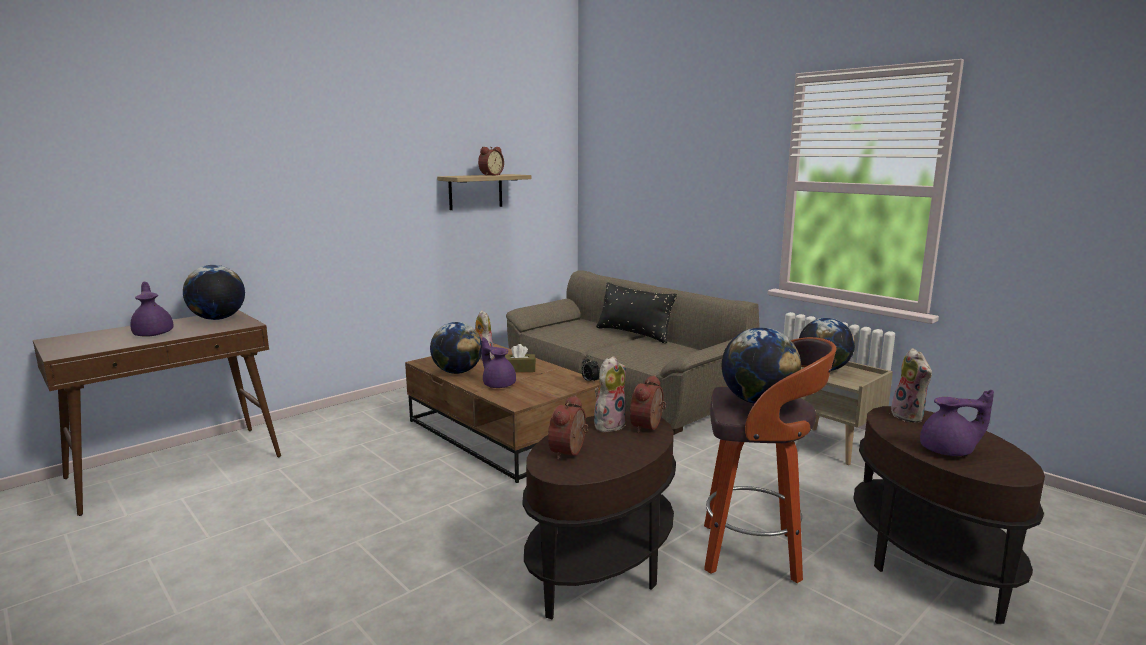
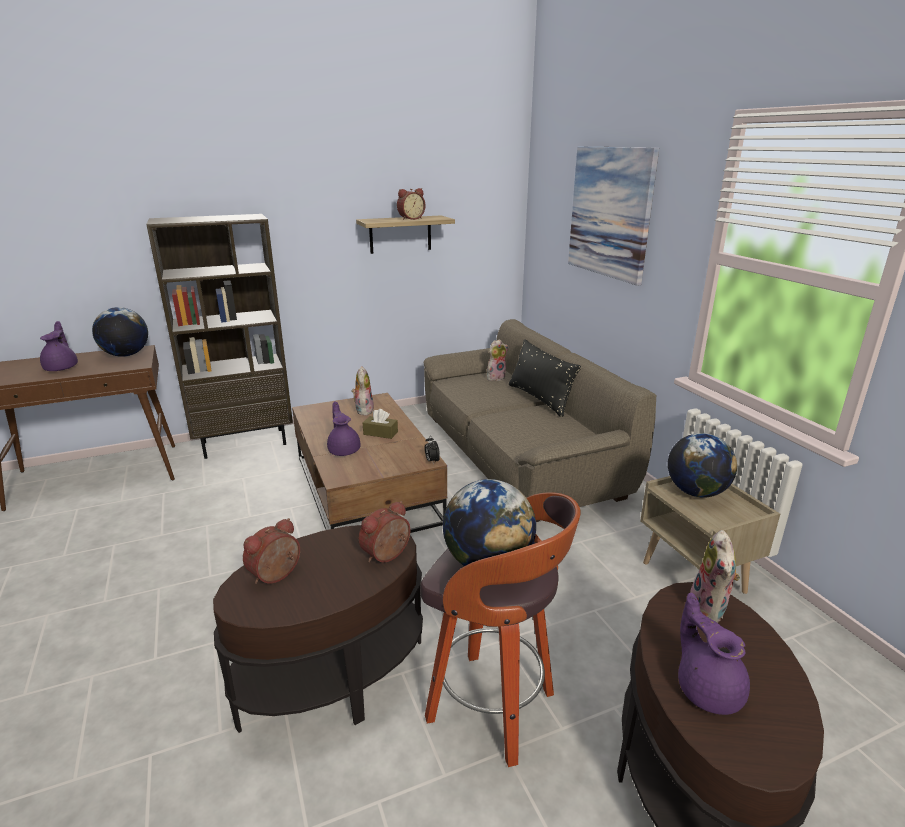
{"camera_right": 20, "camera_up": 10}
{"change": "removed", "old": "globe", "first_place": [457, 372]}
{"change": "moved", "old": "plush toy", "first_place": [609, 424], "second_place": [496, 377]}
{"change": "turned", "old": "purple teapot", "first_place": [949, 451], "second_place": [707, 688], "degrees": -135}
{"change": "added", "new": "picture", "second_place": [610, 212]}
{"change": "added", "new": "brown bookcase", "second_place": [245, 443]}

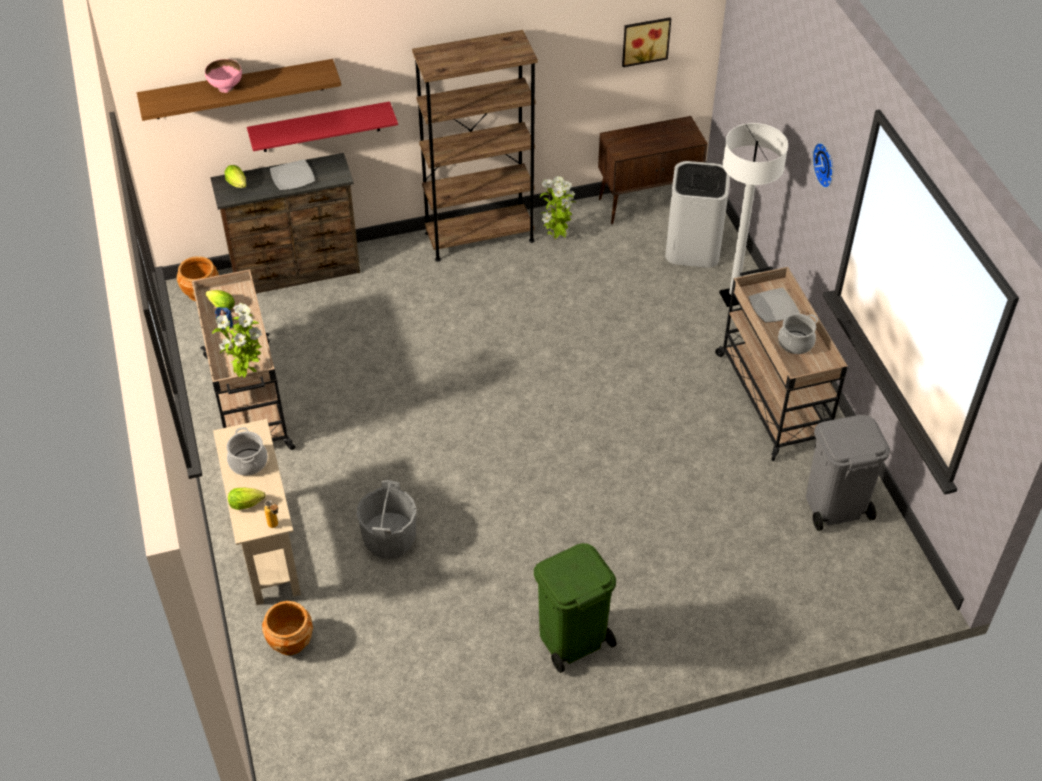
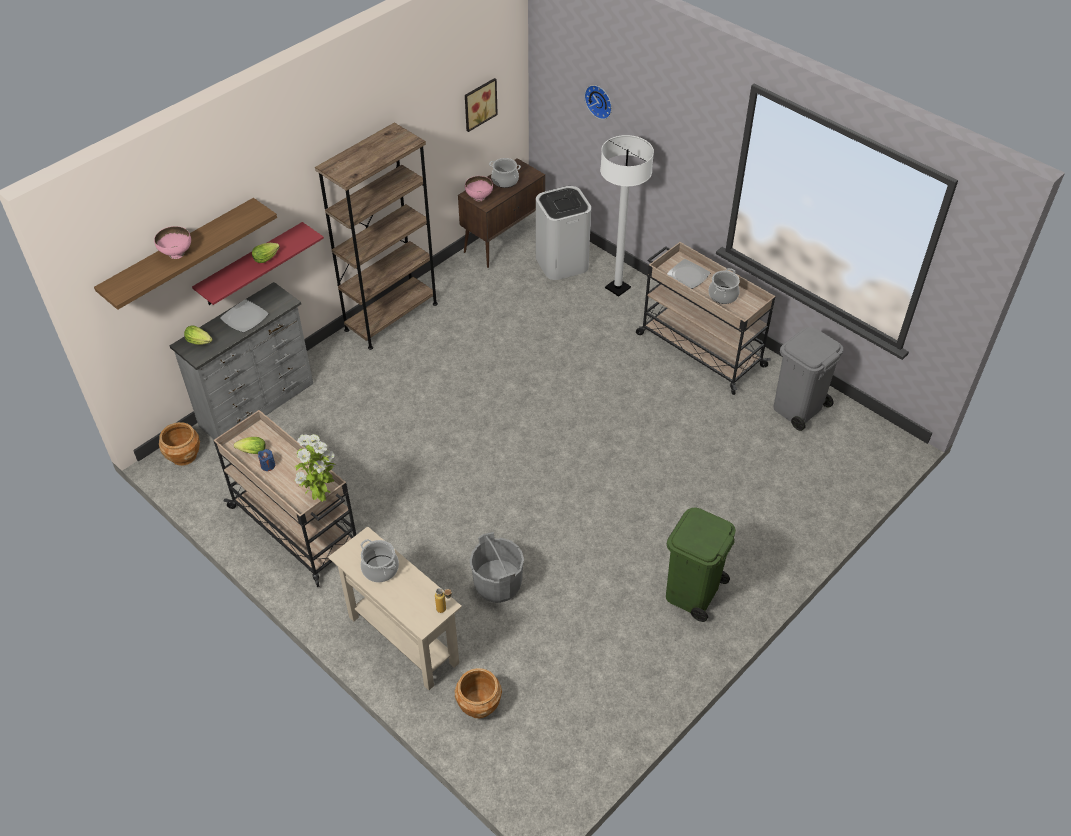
{"camera_right": -30, "camera_up": 0}
{"change": "moved", "old": "wall clock", "first_place": [826, 164], "second_place": [600, 101]}
{"change": "recoloured", "old": "brown dresser", "new": "grey dresser", "first_place": [297, 272], "second_place": [258, 405]}
{"change": "removed", "old": "potted plant", "first_place": [555, 239]}
{"change": "moved", "old": "lettuce", "first_place": [248, 504], "second_place": [267, 258]}
{"change": "added", "new": "cooking pot", "second_place": [505, 180]}
{"change": "added", "new": "pink bowl", "second_place": [479, 198]}

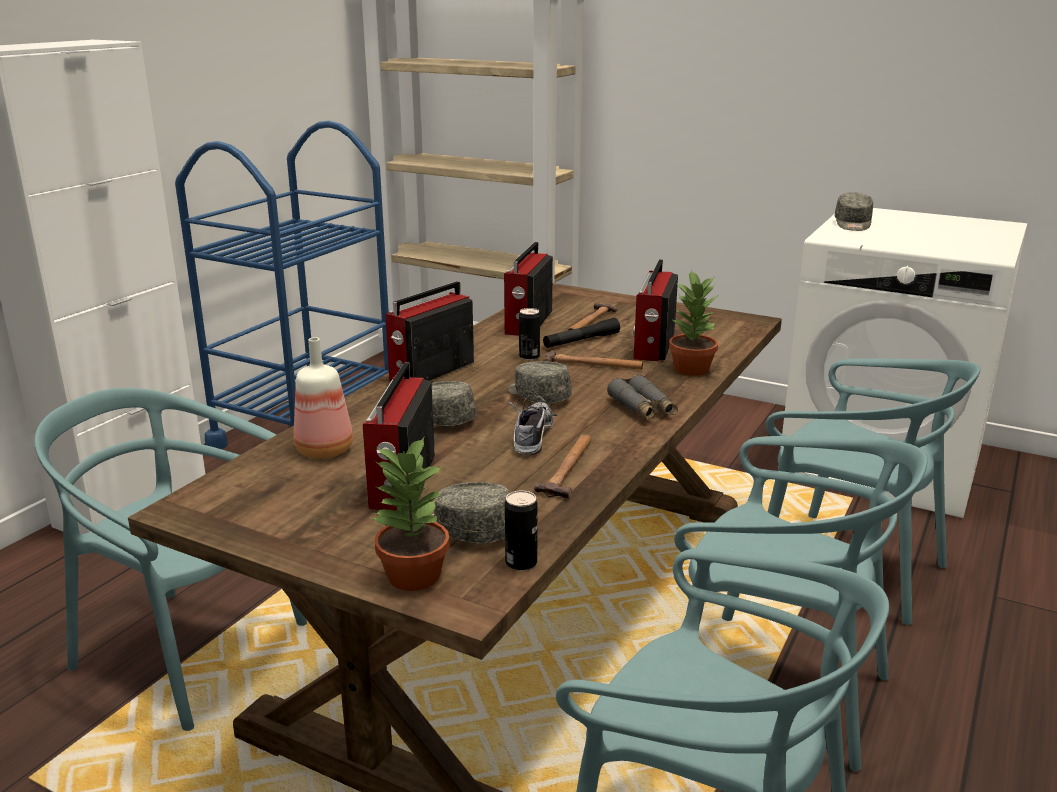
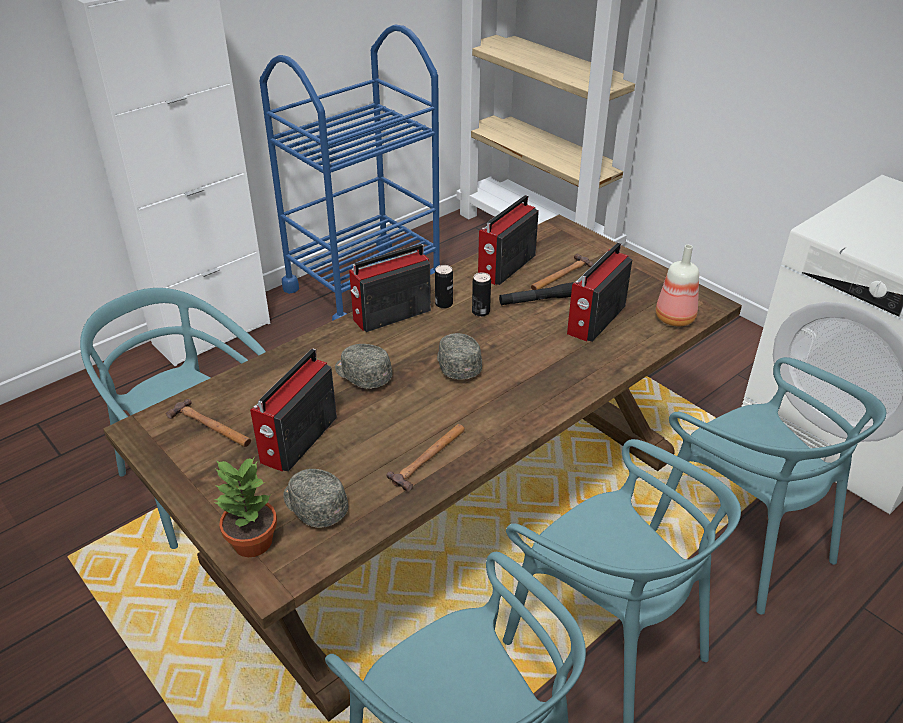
{"camera_right": 20, "camera_up": 15}
{"change": "removed", "old": "grey cap", "first_place": [852, 224]}
{"change": "removed", "old": "potted plant", "first_place": [692, 369]}
{"change": "moved", "old": "bottle", "first_place": [326, 450], "second_place": [676, 318]}
{"change": "moved", "old": "hammer", "first_place": [593, 365], "second_place": [211, 427]}
{"change": "removed", "old": "grey binoculars", "first_place": [643, 408]}
{"change": "removed", "old": "shoe", "first_place": [532, 436]}
{"change": "moved", "old": "can", "first_place": [521, 562], "second_place": [444, 304]}

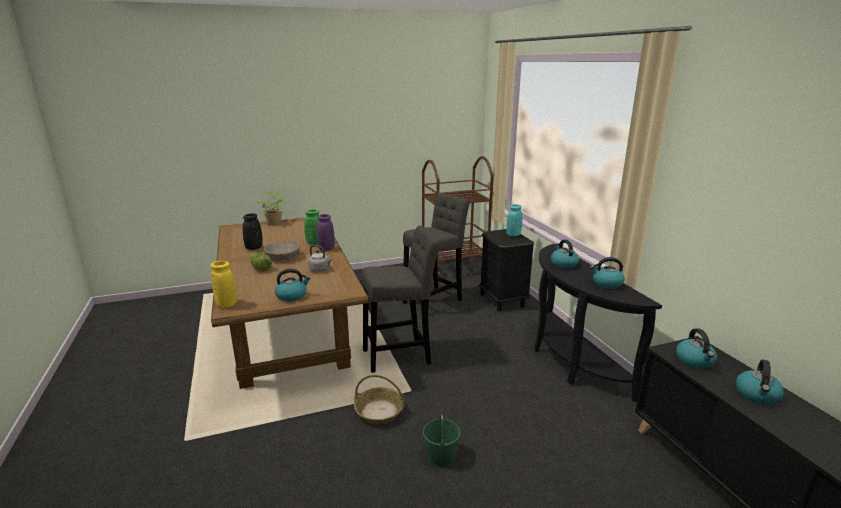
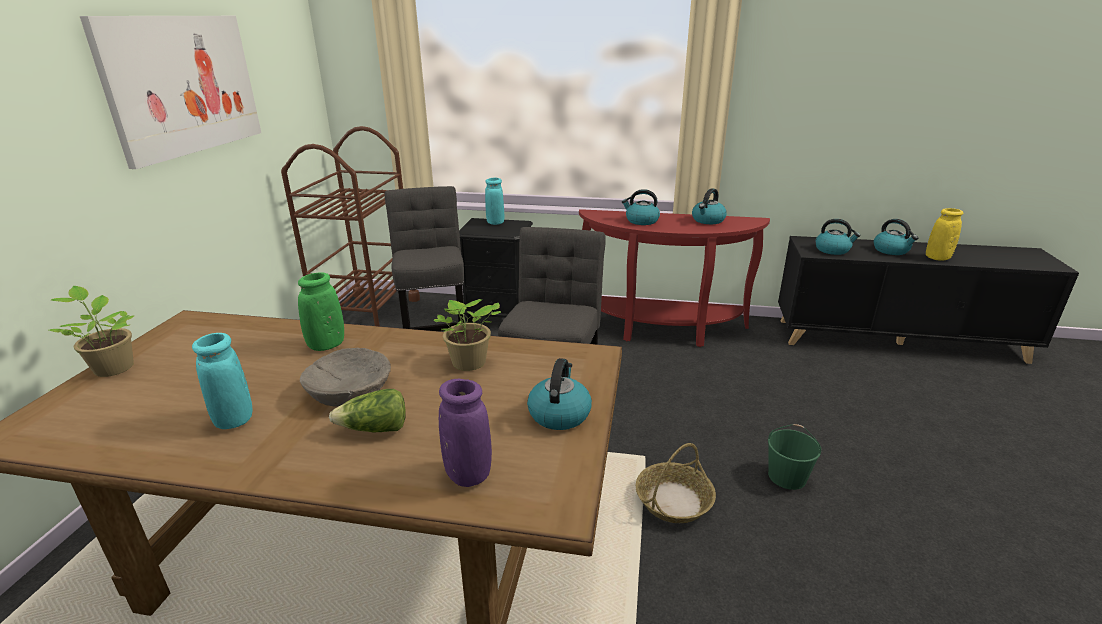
{"camera_right": -60, "camera_up": 5}
{"change": "recoloured", "old": "black vase", "new": "turquoise vase", "first_place": [254, 248], "second_place": [234, 420]}
{"change": "moved", "old": "purple vase", "first_place": [326, 249], "second_place": [468, 474]}
{"change": "recoloured", "old": "black console table", "new": "red console table", "first_place": [570, 361], "second_place": [662, 330]}
{"change": "replaced", "old": "grey kettle", "new": "potted plant", "first_place": [320, 269], "second_place": [468, 364]}
{"change": "moved", "old": "yellow vase", "first_place": [226, 304], "second_place": [937, 258]}
{"change": "added", "new": "picture", "second_place": [183, 85]}

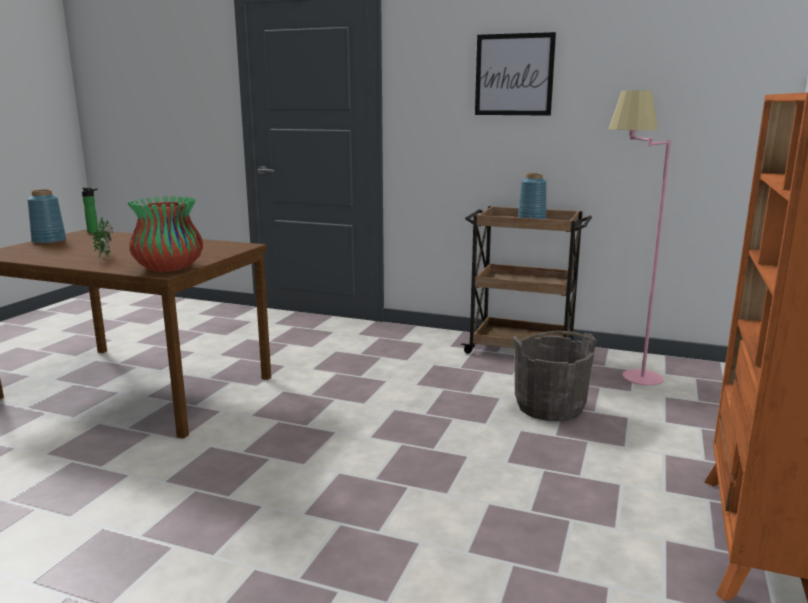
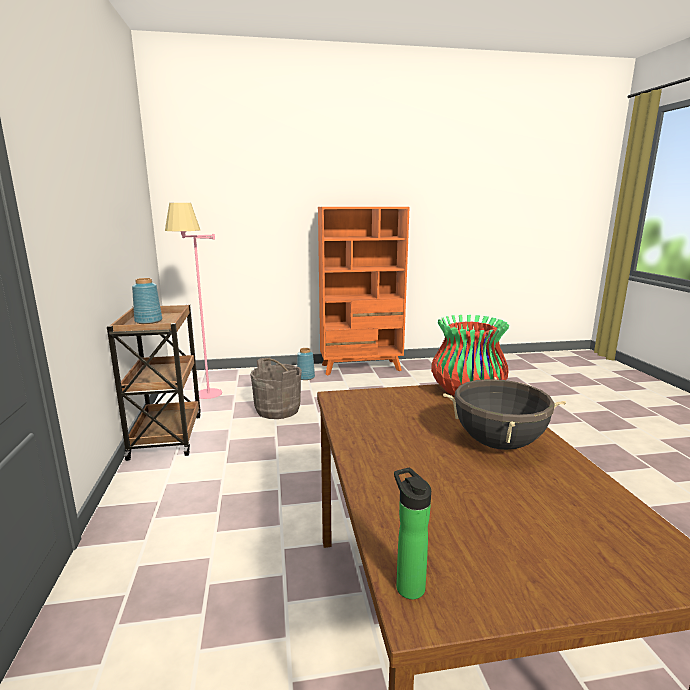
{"camera_right": -120, "camera_up": 0}
{"change": "removed", "old": "picture", "first_place": [514, 75]}
{"change": "moved", "old": "blue vase", "first_place": [49, 241], "second_place": [305, 377]}
{"change": "replaced", "old": "potted plant", "new": "black cooking pot", "first_place": [106, 257], "second_place": [498, 444]}

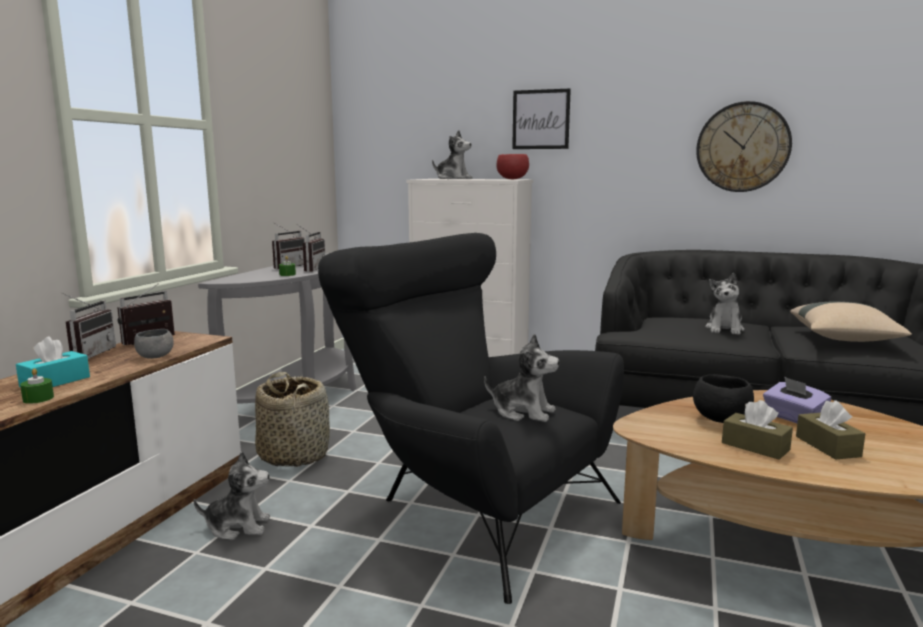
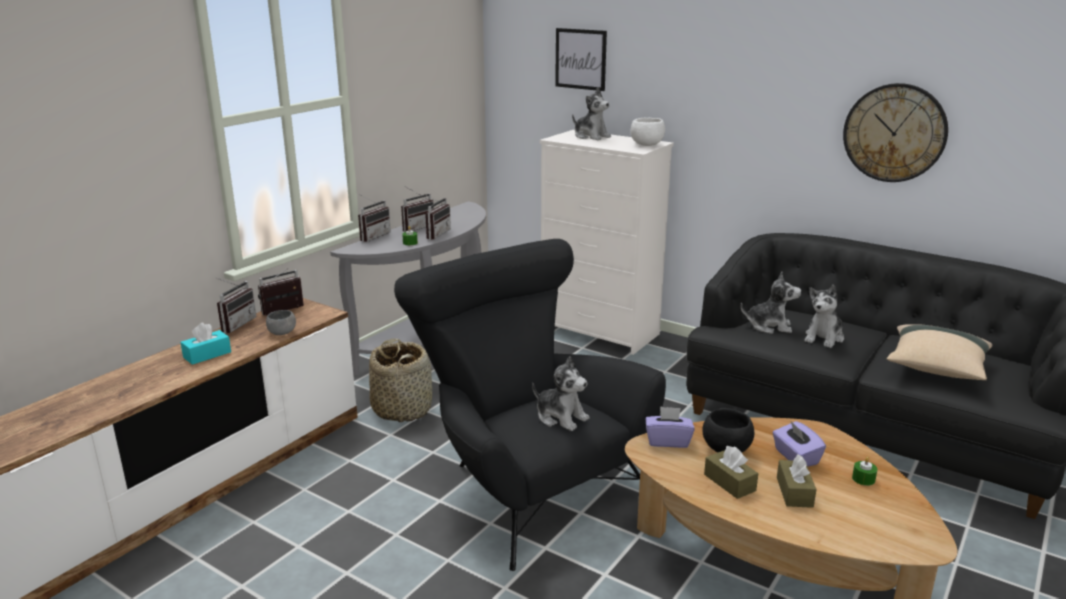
{"camera_right": 15, "camera_up": 10}
{"change": "moved", "old": "picture", "first_place": [541, 119], "second_place": [580, 59]}
{"change": "recoloured", "old": "red bowl", "new": "white bowl", "first_place": [512, 179], "second_place": [646, 145]}
{"change": "moved", "old": "green candle", "first_place": [38, 398], "second_place": [863, 479]}
{"change": "moved", "old": "plush toy", "first_place": [238, 526], "second_place": [769, 326]}
{"change": "added", "new": "radio", "second_place": [372, 236]}
{"change": "added", "new": "purple tissue box", "second_place": [668, 441]}

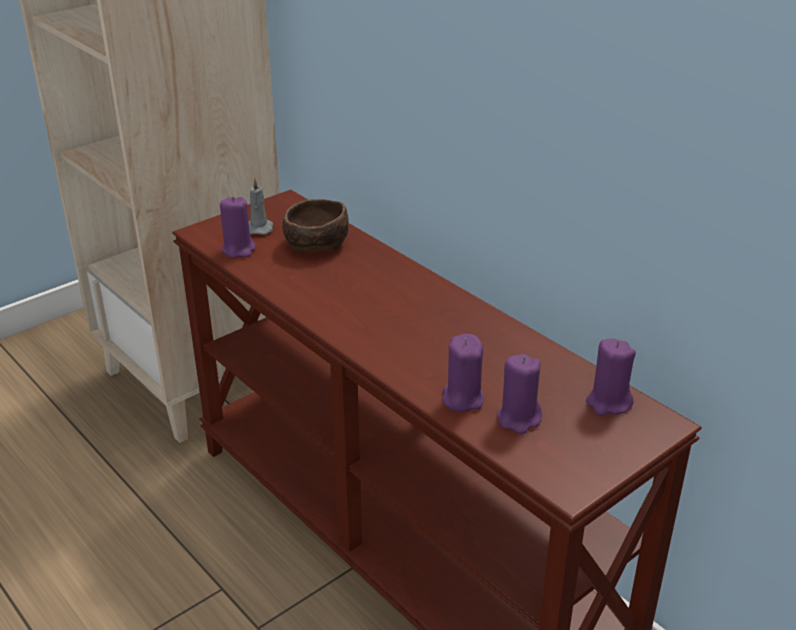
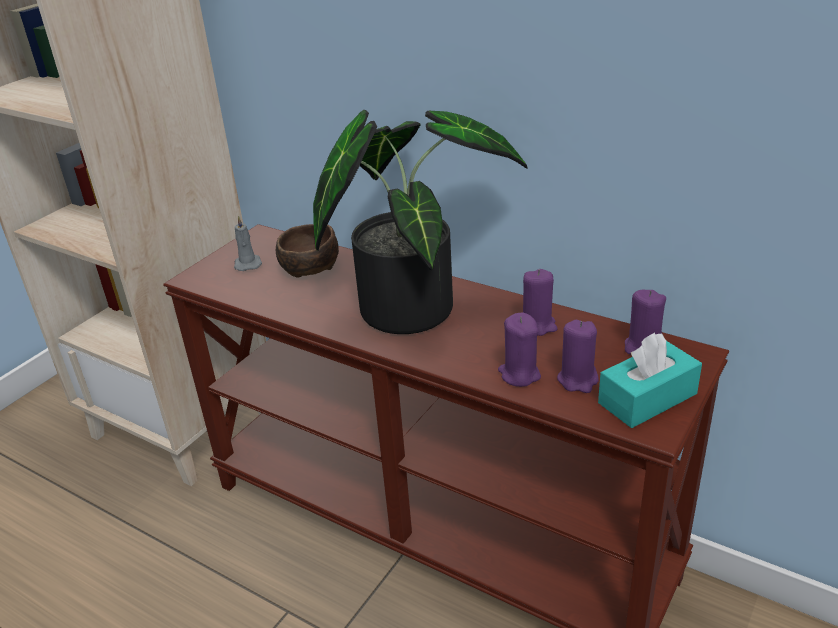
{"camera_right": -15, "camera_up": 0}
{"change": "moved", "old": "purple candle", "first_place": [238, 249], "second_place": [538, 325]}
{"change": "added", "new": "potted plant", "second_place": [411, 303]}
{"change": "added", "new": "turquoise tissue box", "second_place": [647, 398]}

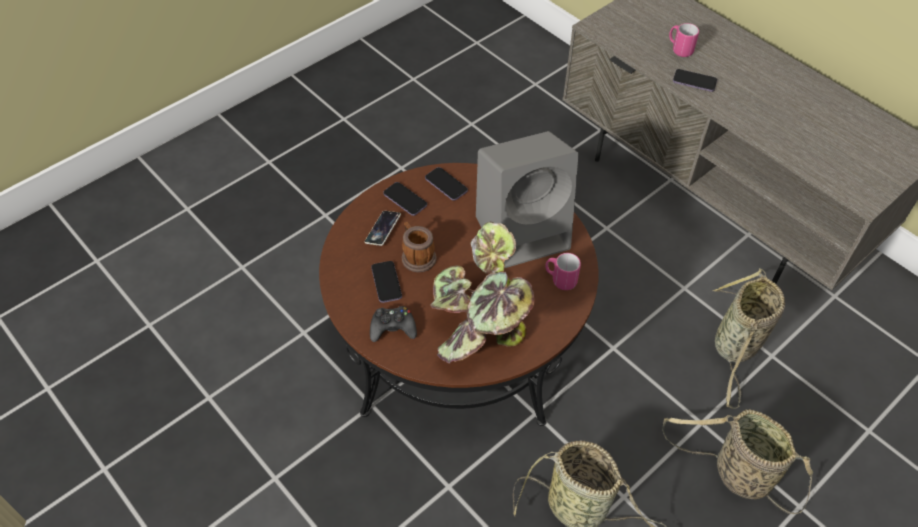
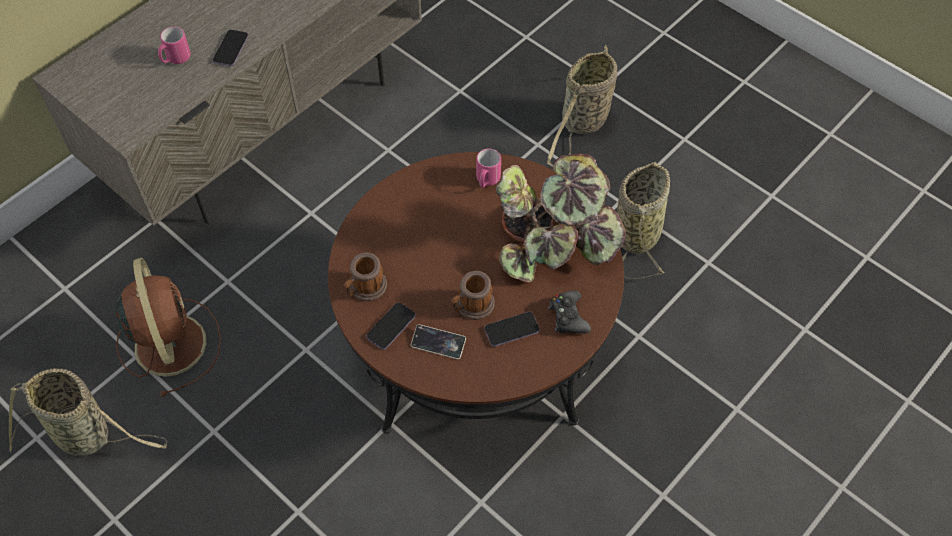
{"camera_right": -95, "camera_up": 5}
{"change": "removed", "old": "grey speaker", "first_place": [524, 231]}
{"change": "replaced", "old": "phone", "new": "mug", "first_place": [446, 185], "second_place": [365, 288]}
{"change": "moved", "old": "basket", "first_place": [735, 348], "second_place": [87, 435]}
{"change": "added", "new": "brown fan", "second_place": [170, 342]}

